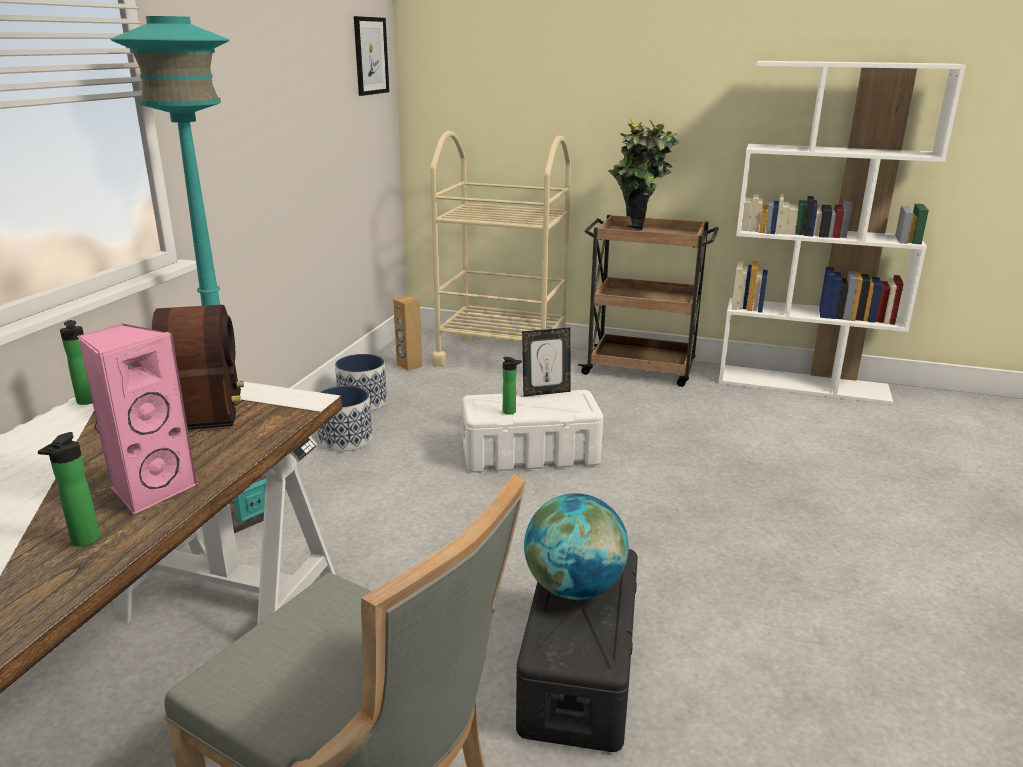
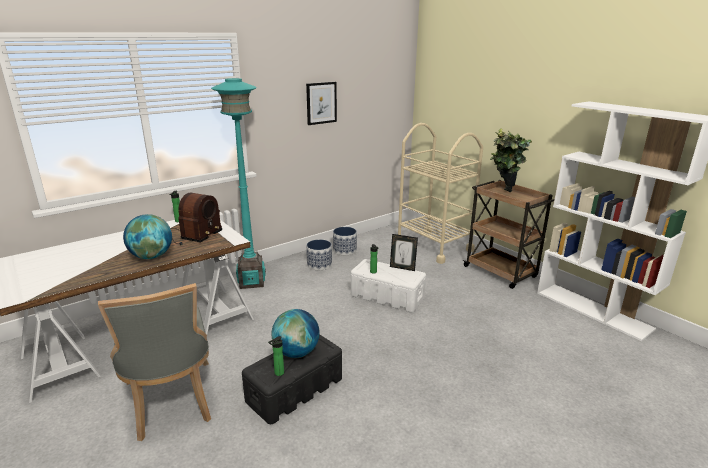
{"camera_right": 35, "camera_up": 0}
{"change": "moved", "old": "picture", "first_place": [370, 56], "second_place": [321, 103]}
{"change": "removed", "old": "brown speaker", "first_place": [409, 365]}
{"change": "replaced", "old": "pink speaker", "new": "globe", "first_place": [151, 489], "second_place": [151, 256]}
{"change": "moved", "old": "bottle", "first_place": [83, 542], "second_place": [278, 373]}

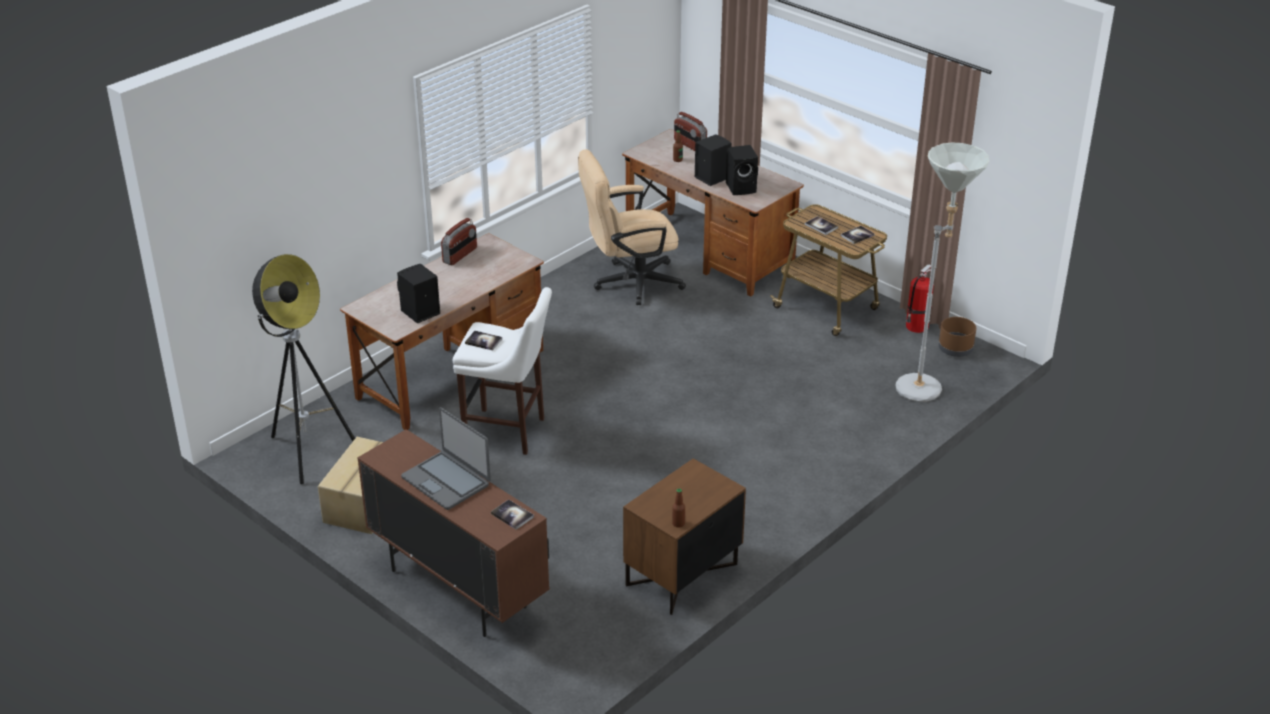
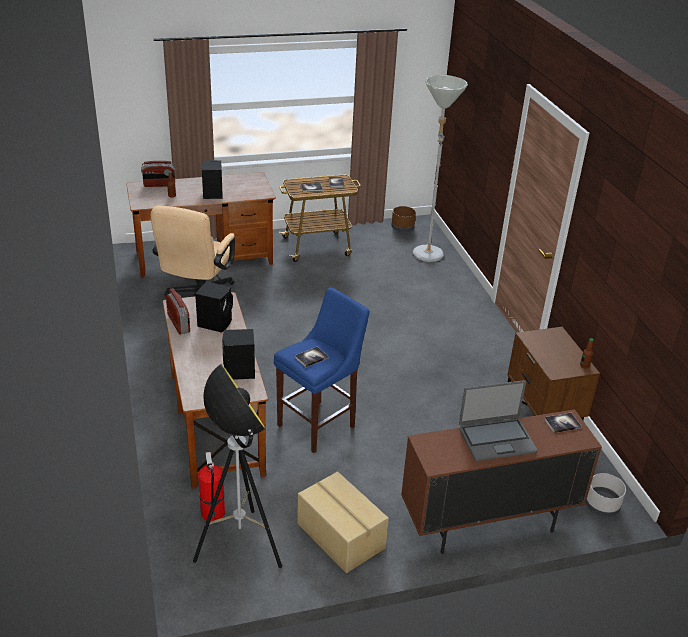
{"camera_right": -60, "camera_up": 0}
{"change": "moved", "old": "black speaker", "first_place": [742, 188], "second_place": [215, 322]}
{"change": "moved", "old": "fire extinguisher", "first_place": [916, 327], "second_place": [213, 513]}
{"change": "recoloured", "old": "white stool", "new": "blue stool", "first_place": [508, 432], "second_place": [319, 424]}
{"change": "added", "new": "grey planter", "second_place": [601, 506]}

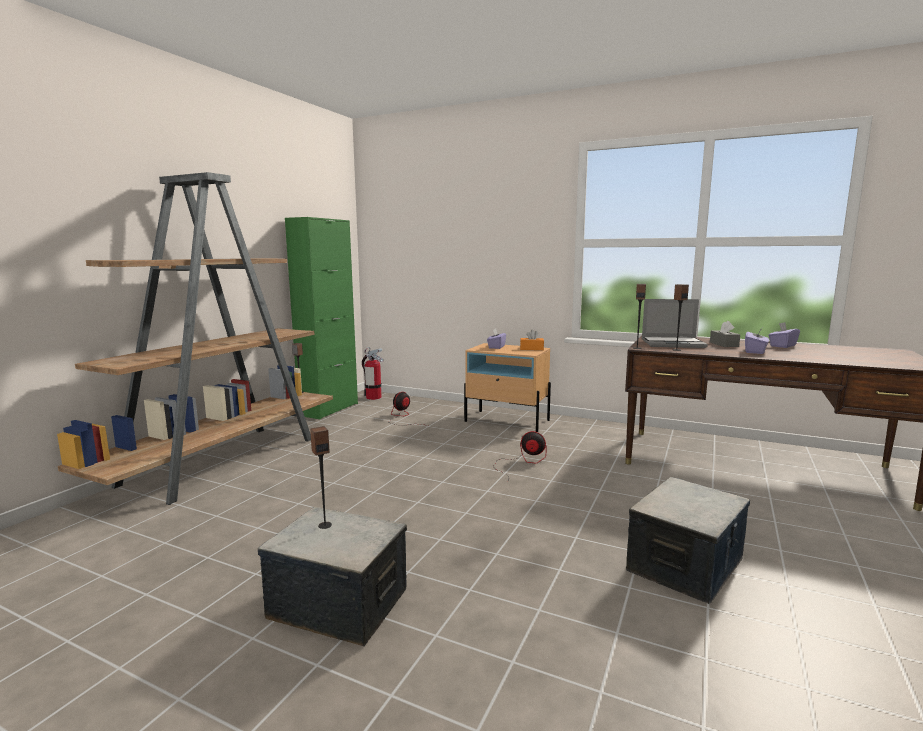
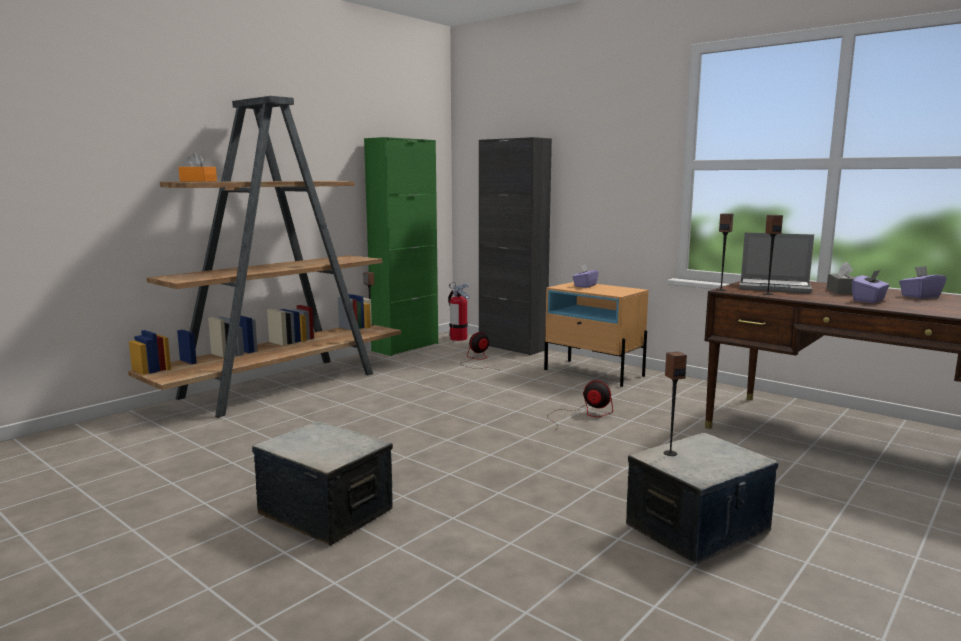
{"camera_right": 15, "camera_up": 0}
{"change": "moved", "old": "orange tissue box", "first_place": [531, 349], "second_place": [198, 181]}
{"change": "moved", "old": "speaker", "first_place": [325, 525], "second_place": [670, 453]}
{"change": "added", "new": "black cabinet", "second_place": [512, 347]}

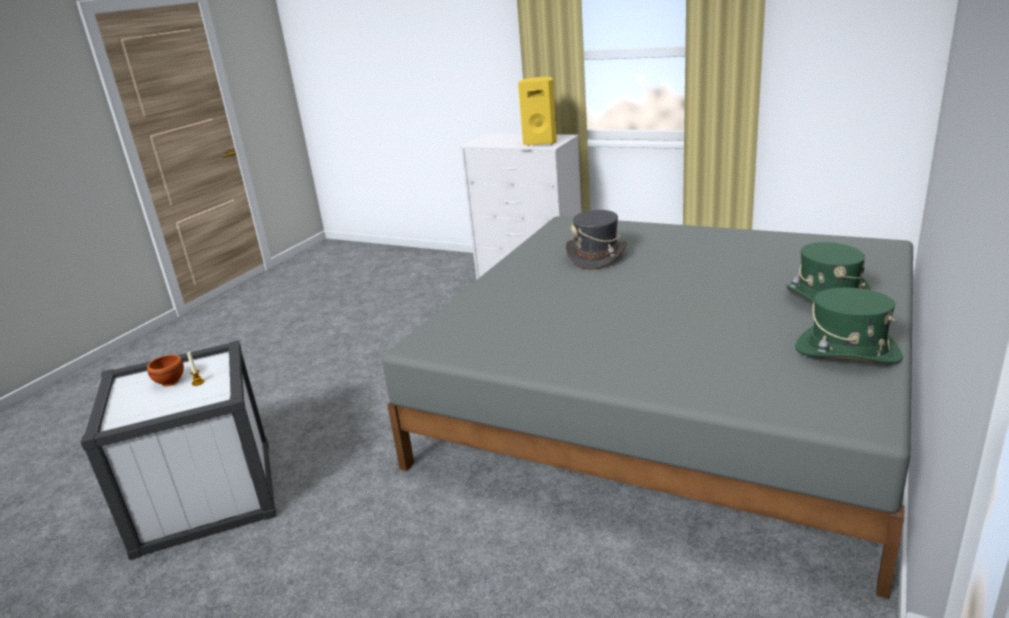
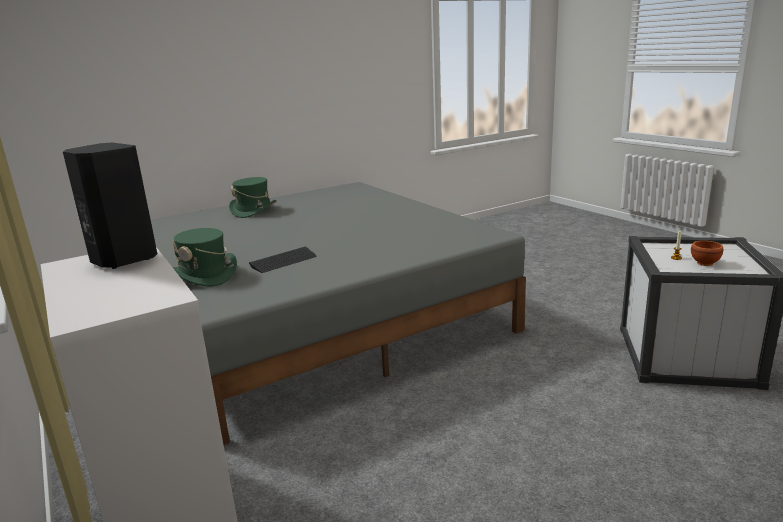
{"camera_right": -150, "camera_up": -5}
{"change": "recoloured", "old": "yellow speaker", "new": "black speaker", "first_place": [541, 142], "second_place": [122, 259]}
{"change": "replaced", "old": "grey hat", "new": "keyboard", "first_place": [596, 256], "second_place": [283, 261]}
{"change": "moved", "old": "green hat", "first_place": [847, 352], "second_place": [205, 275]}

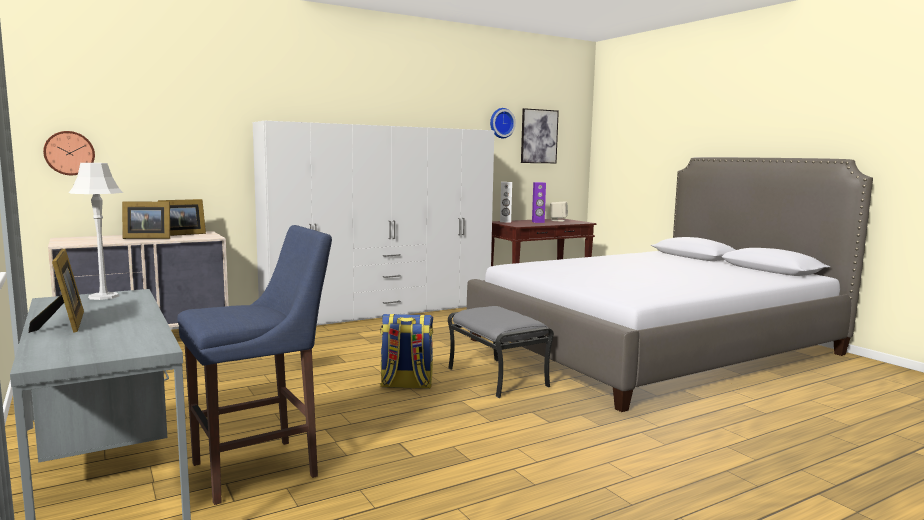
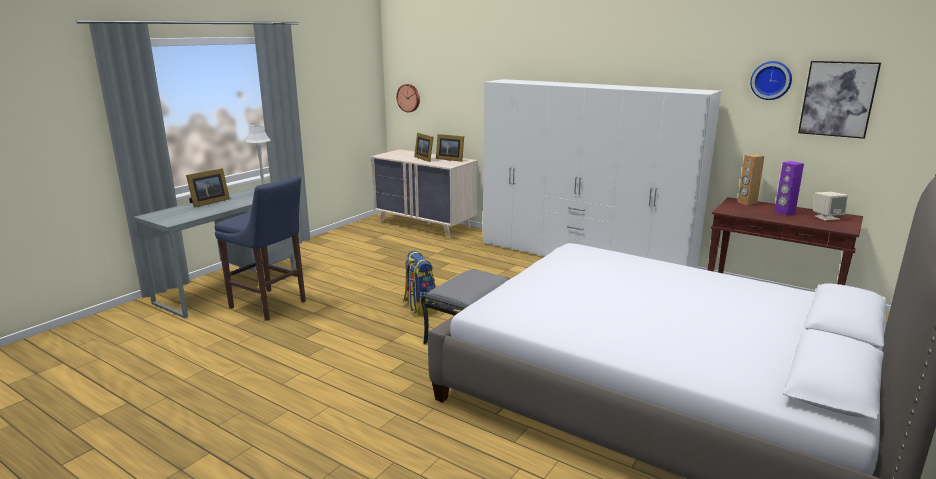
{"camera_right": 65, "camera_up": 10}
{"change": "recoloured", "old": "white speaker", "new": "brown speaker", "first_place": [505, 221], "second_place": [747, 202]}

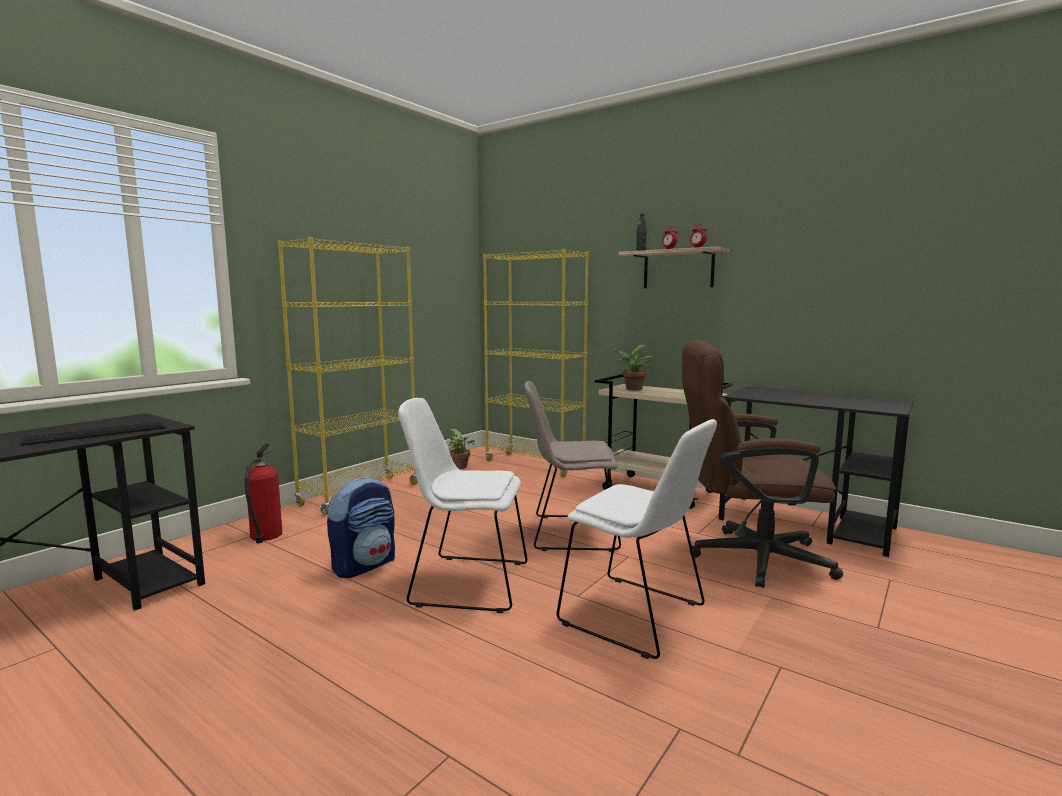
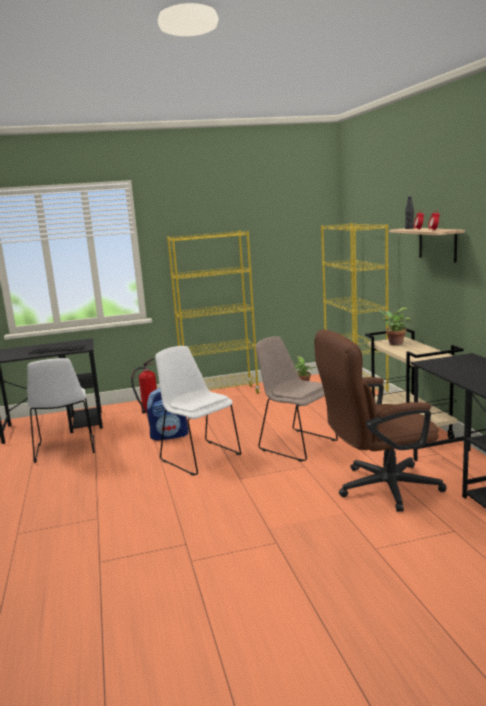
{"camera_right": 40, "camera_up": 5}
{"change": "turned", "old": "brown office chair", "first_place": [747, 557], "second_place": [378, 488], "degrees": -60}
{"change": "moved", "old": "white chair", "first_place": [637, 616], "second_place": [65, 450]}

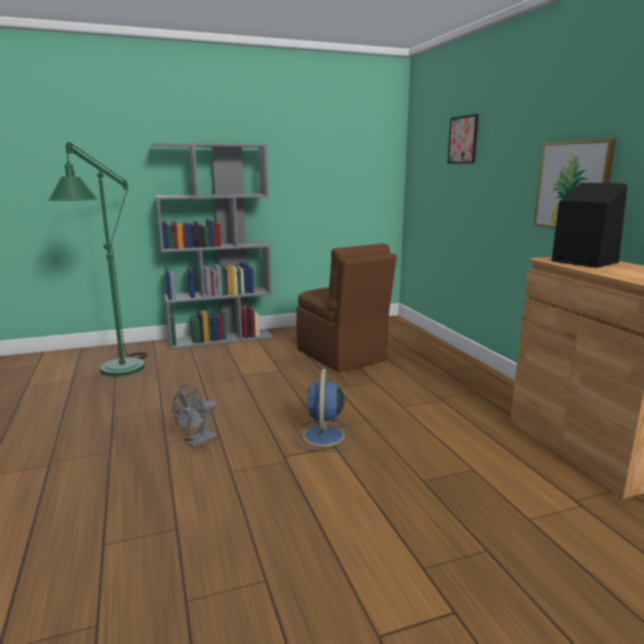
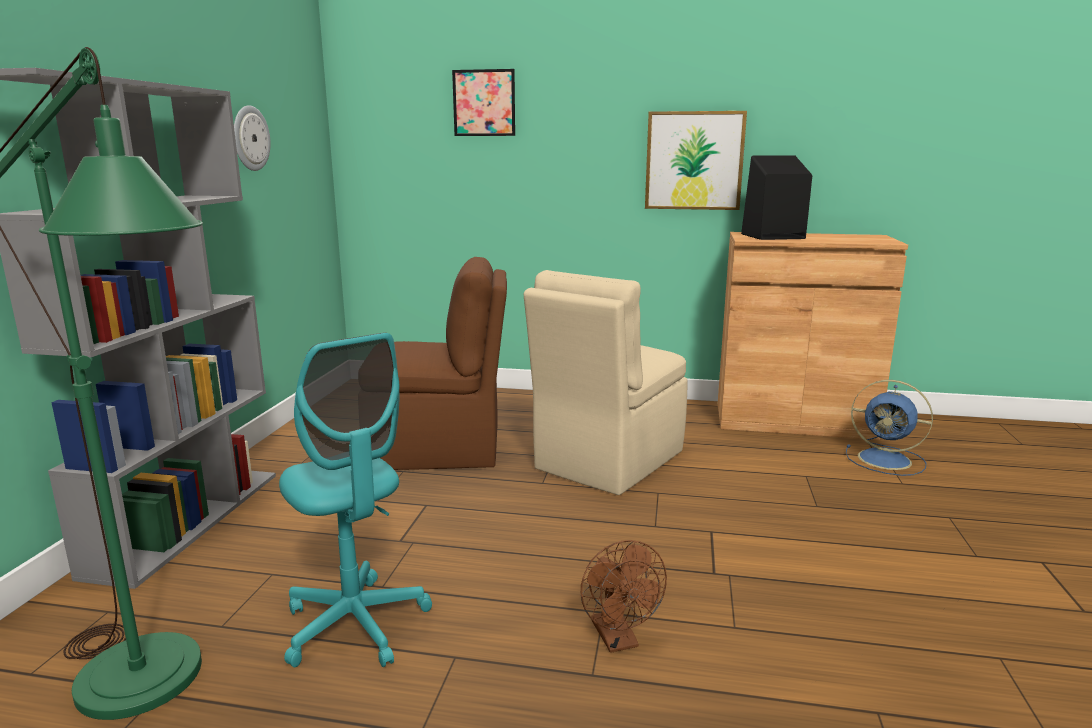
{"camera_right": -60, "camera_up": 0}
{"change": "moved", "old": "blue fan", "first_place": [323, 436], "second_place": [887, 460]}
{"change": "recoloured", "old": "grey fan", "new": "brown fan", "first_place": [197, 442], "second_place": [618, 640]}
{"change": "added", "new": "wall clock", "second_place": [250, 138]}
{"change": "added", "new": "beige chair", "second_place": [607, 461]}
{"change": "added", "new": "turquoise office chair", "second_place": [355, 625]}

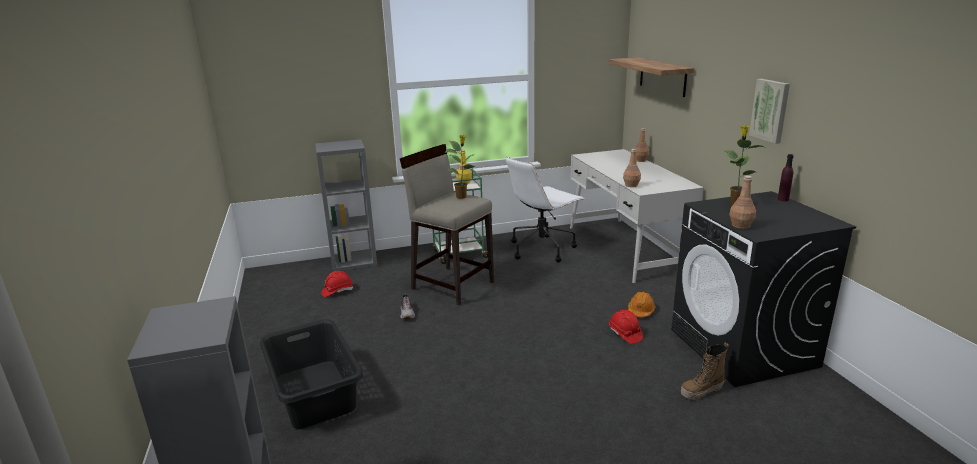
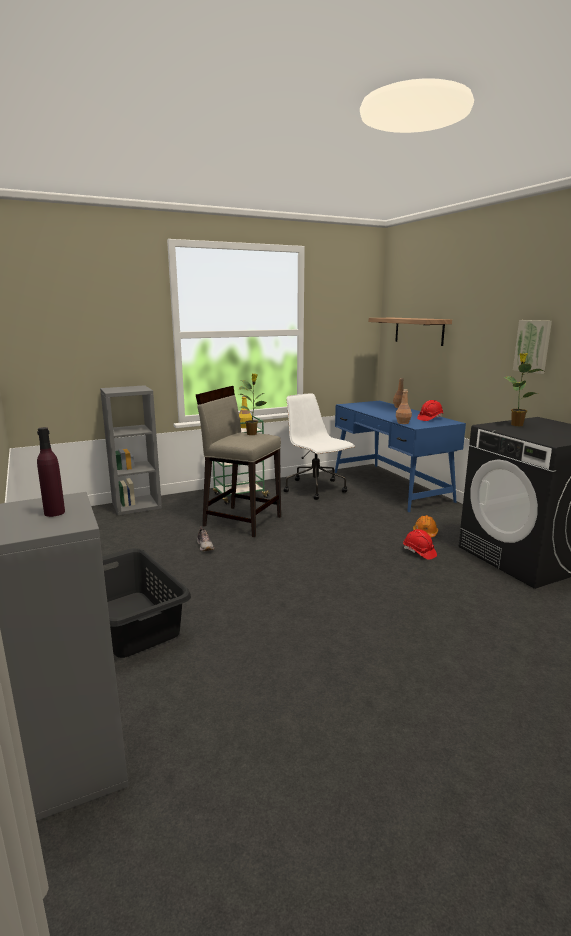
{"camera_right": -10, "camera_up": -5}
{"change": "recoloured", "old": "white desk", "new": "blue desk", "first_place": [625, 248], "second_place": [390, 486]}
{"change": "moved", "old": "purple bottle", "first_place": [783, 199], "second_place": [54, 512]}
{"change": "turned", "old": "white office chair", "first_place": [542, 248], "second_place": [316, 489], "degrees": 105}
{"change": "removed", "old": "brown bottle", "first_place": [741, 225]}
{"change": "moved", "old": "red hard hat", "first_place": [337, 291], "second_place": [430, 418]}
{"change": "removed", "old": "boot", "first_place": [702, 391]}

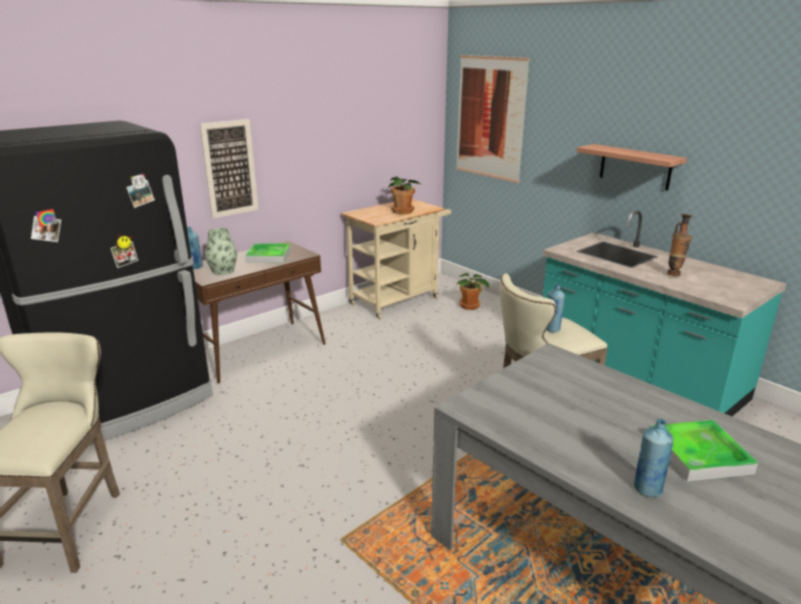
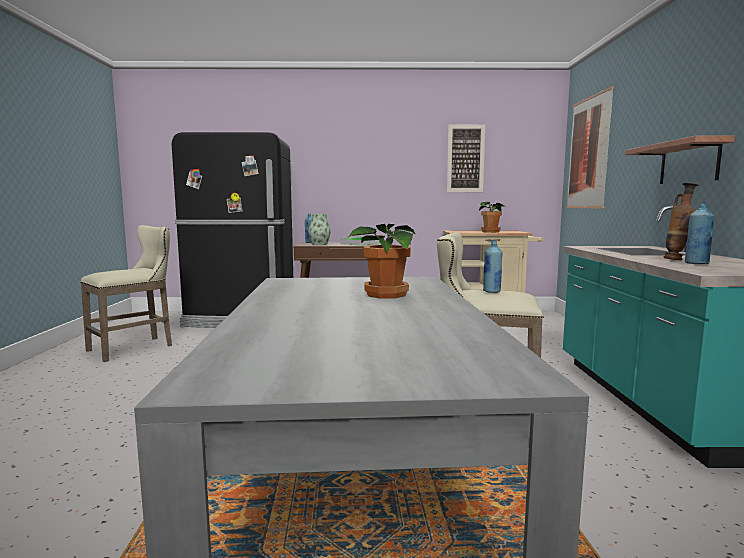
{"camera_right": 40, "camera_up": -15}
{"change": "moved", "old": "picture", "first_place": [230, 168], "second_place": [465, 158]}
{"change": "moved", "old": "potted plant", "first_place": [470, 306], "second_place": [385, 295]}
{"change": "moved", "old": "blue bottle", "first_place": [647, 489], "second_place": [696, 263]}
{"change": "removed", "old": "tray", "first_place": [699, 454]}

